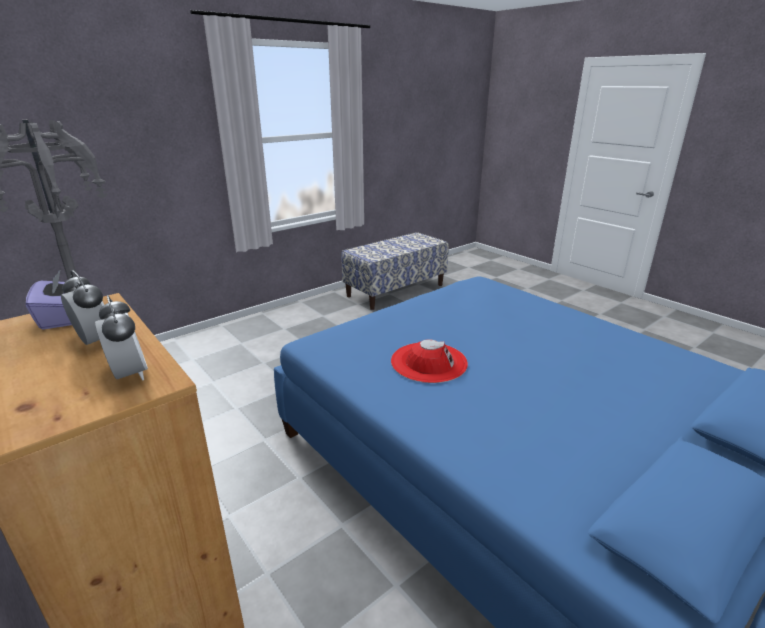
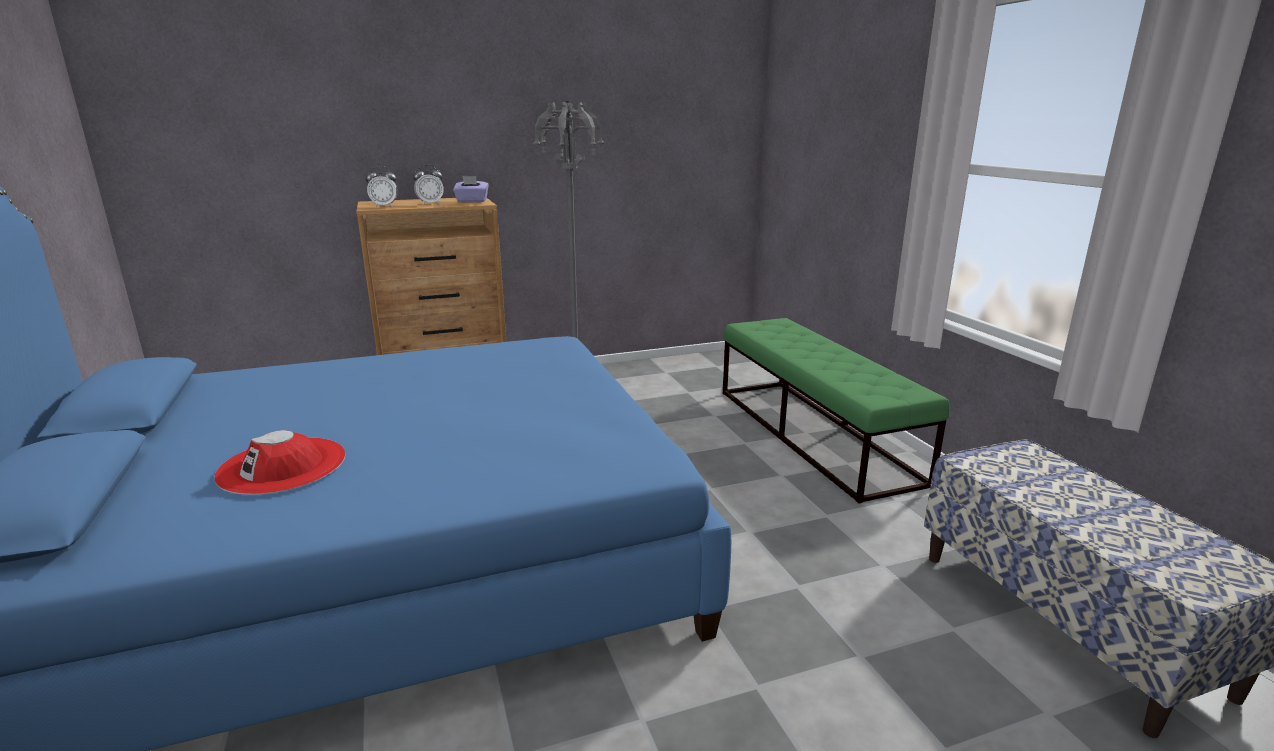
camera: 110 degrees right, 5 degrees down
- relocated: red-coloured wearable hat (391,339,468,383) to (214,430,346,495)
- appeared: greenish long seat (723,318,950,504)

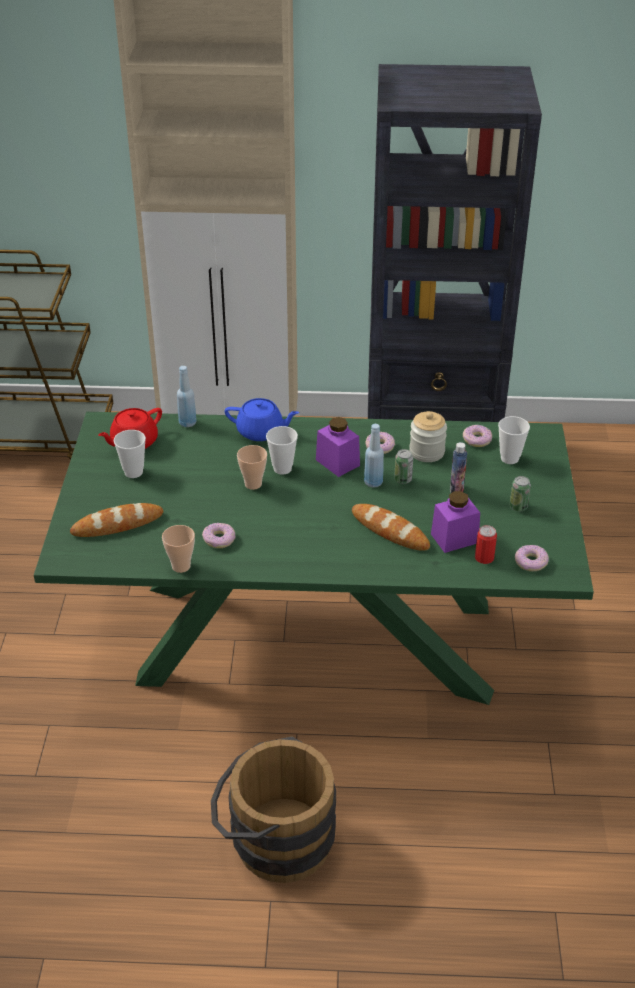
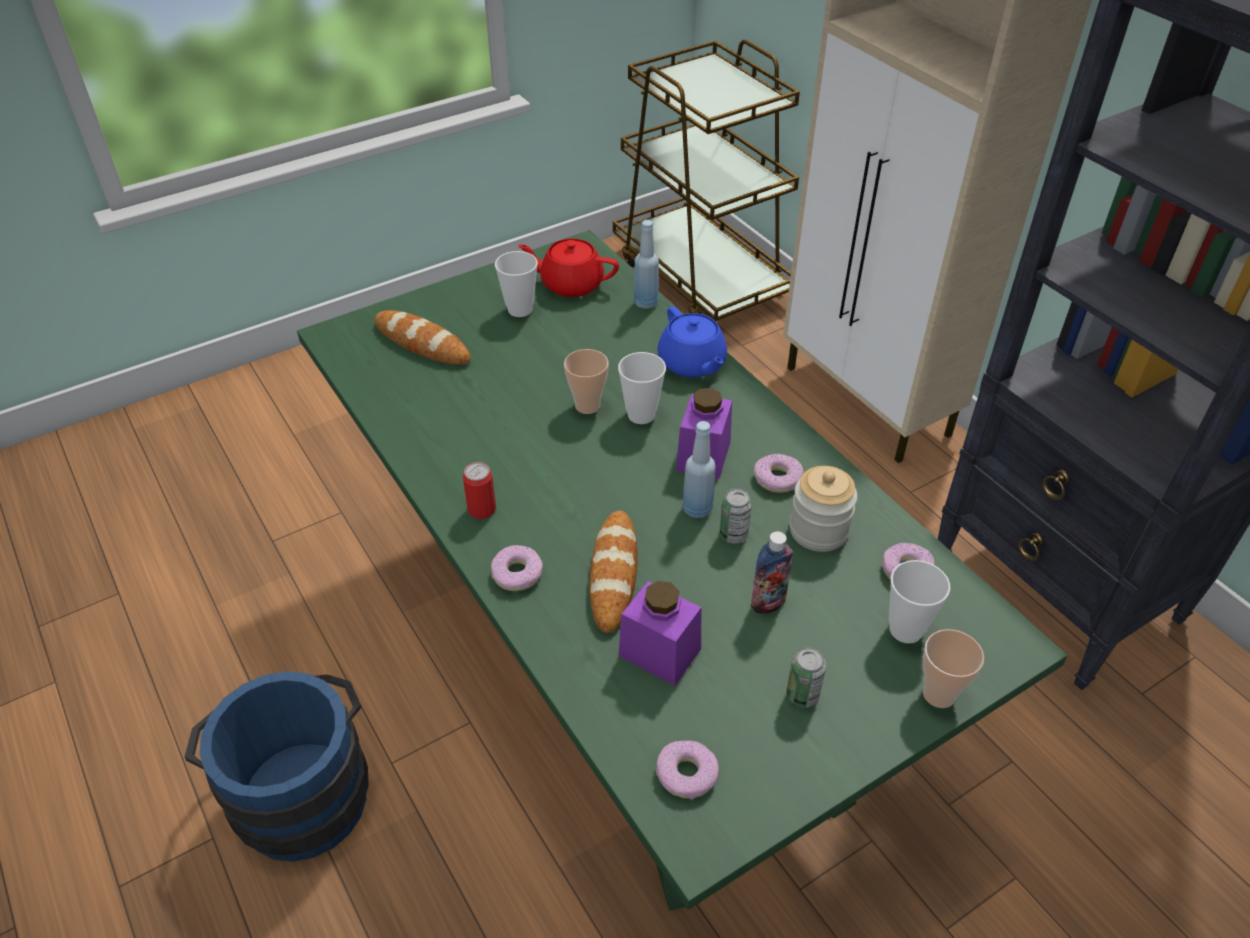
camera: 55 degrees right, 5 degrees up
- relocated: doughnut (202,523,235,548) to (491,545,543,591)
- relocated: cup (162,525,195,573) to (923,629,984,708)
- relocated: can (475,525,497,564) to (463,462,496,519)
- colour: brown bucket (211,736,336,883) to blue-coloured bucket (185,671,369,862)

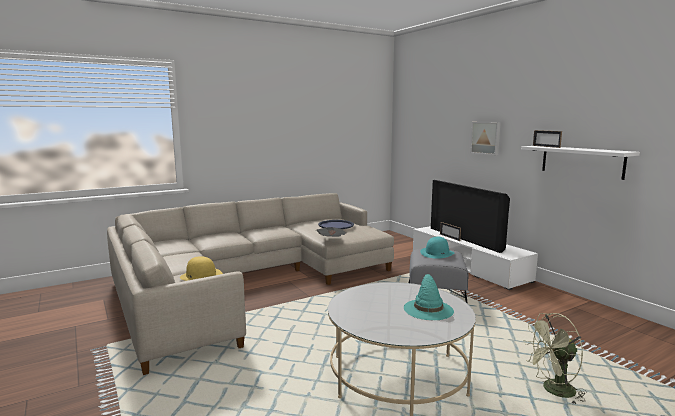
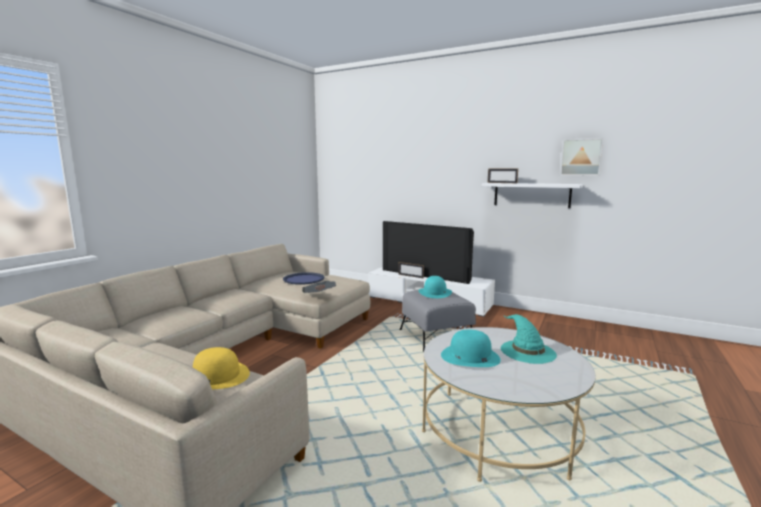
camera: 30 degrees left, 0 degrees up
- relocated: picture (470,122,501,155) to (560,138,604,176)
- missing: greenish cooling fan (524,313,587,404)
- appeared: turquoise-coloured wearable hat (441,329,501,367)

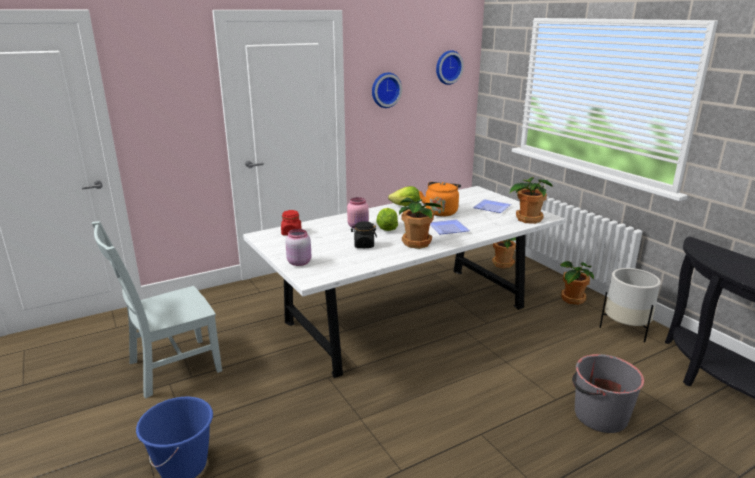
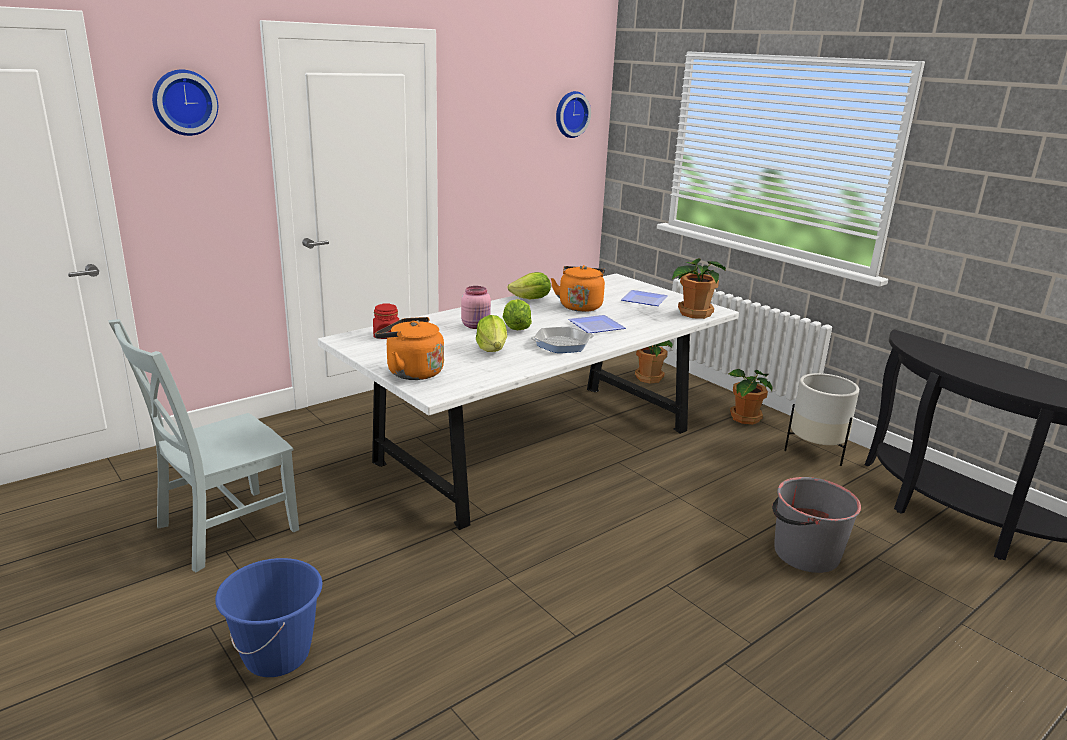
camera: 10 degrees left, 0 degrees up
- relocated: clock on the wall (372,72,402,108) to (152,70,218,136)
- exchanged: potted plant (399,197,443,249) to skillet (531,327,594,353)
- exchanged: black-coloured storage jar (351,221,377,248) to lettuce (476,315,507,352)
- exchanged: pink storage jar (285,229,311,266) to orange water kettle (375,317,444,380)

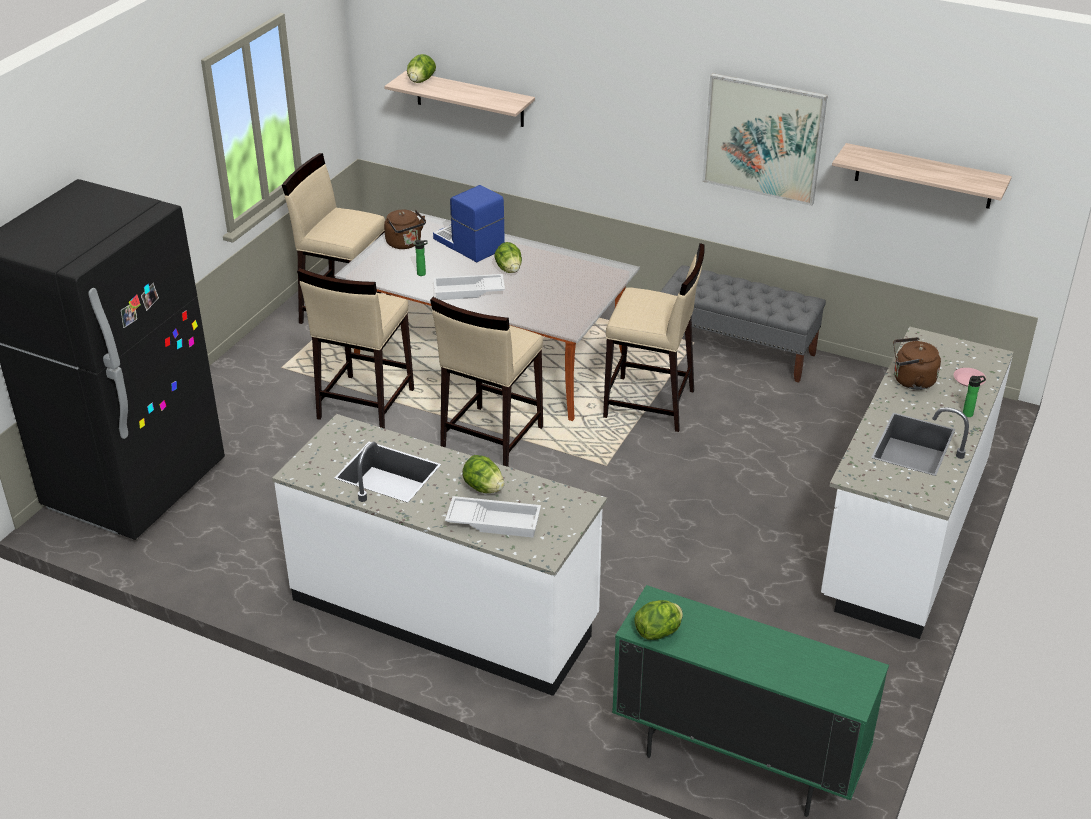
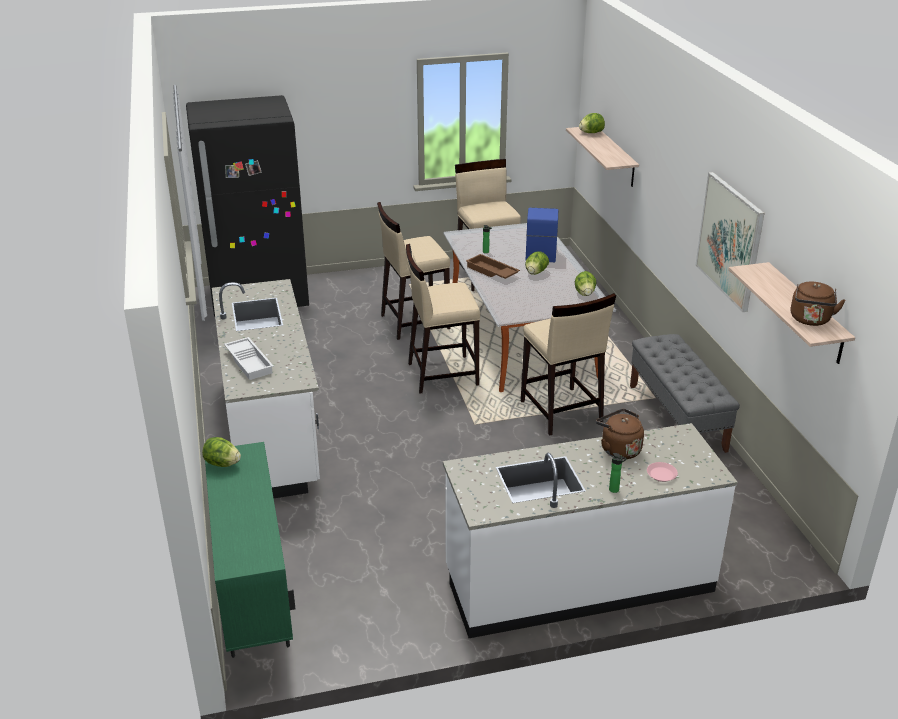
camera: 50 degrees right, 5 degrees down
- relocated: brown water kettle (384,210,426,249) to (791,282,846,326)
- colour: white serving tray (434,274,505,300) to brown serving tray (466,254,520,279)
- relocated: lettuce (462,455,505,493) to (575,271,597,296)

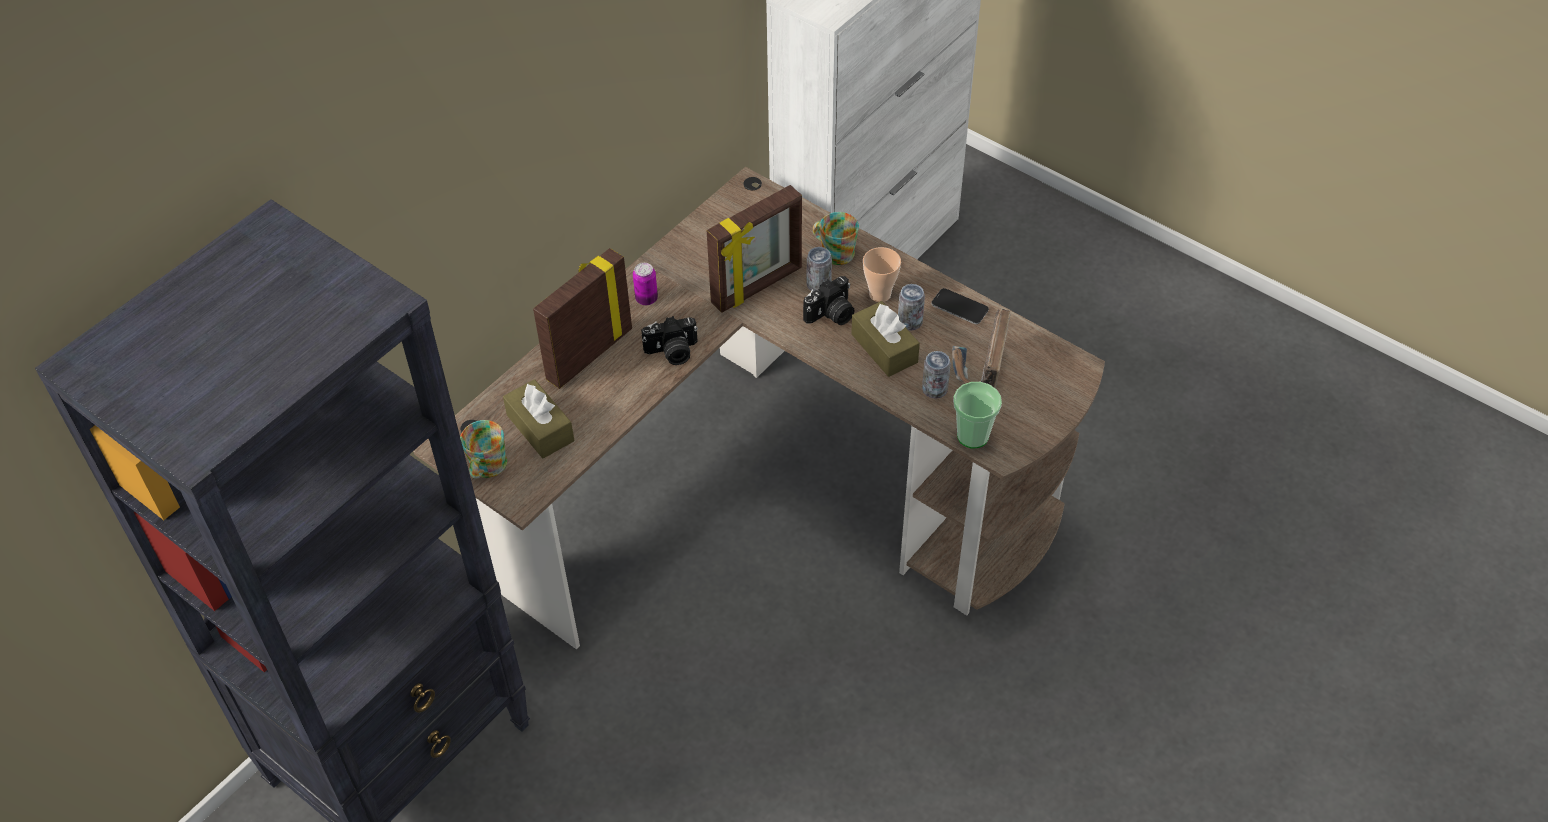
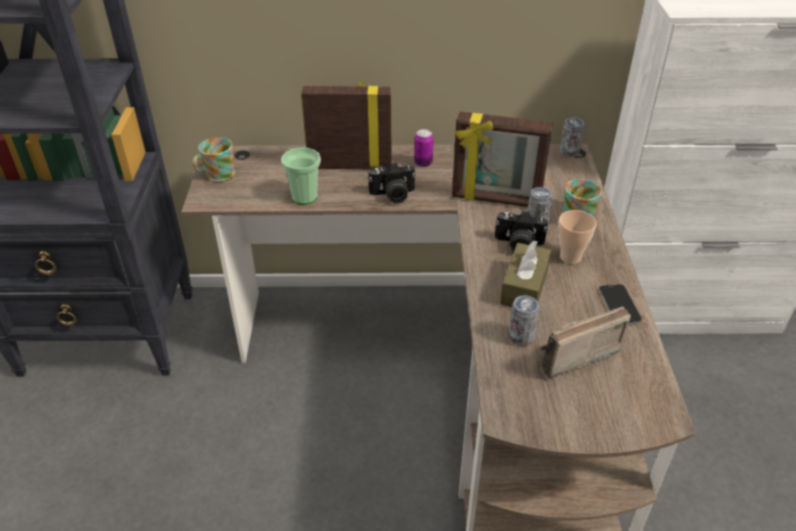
camera: 50 degrees right, 10 degrees down
- relocated: can (898,284,925,330) to (560,117,584,157)
- spun: still camera (641,316,698,365) = (368,162,416,203) 45 degrees counterclockwise
- missing: brown tissue holder (503,379,574,459)
- relocated: cup (953,382,1002,448) to (281,148,321,205)

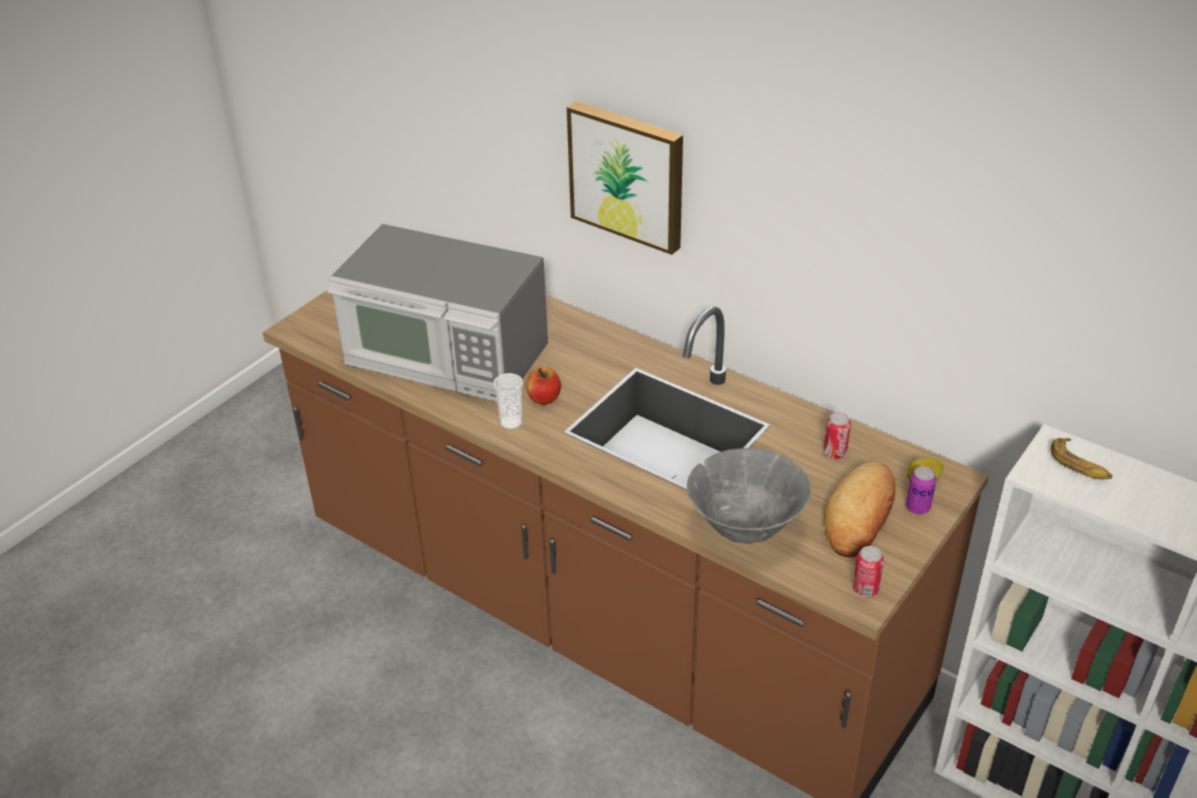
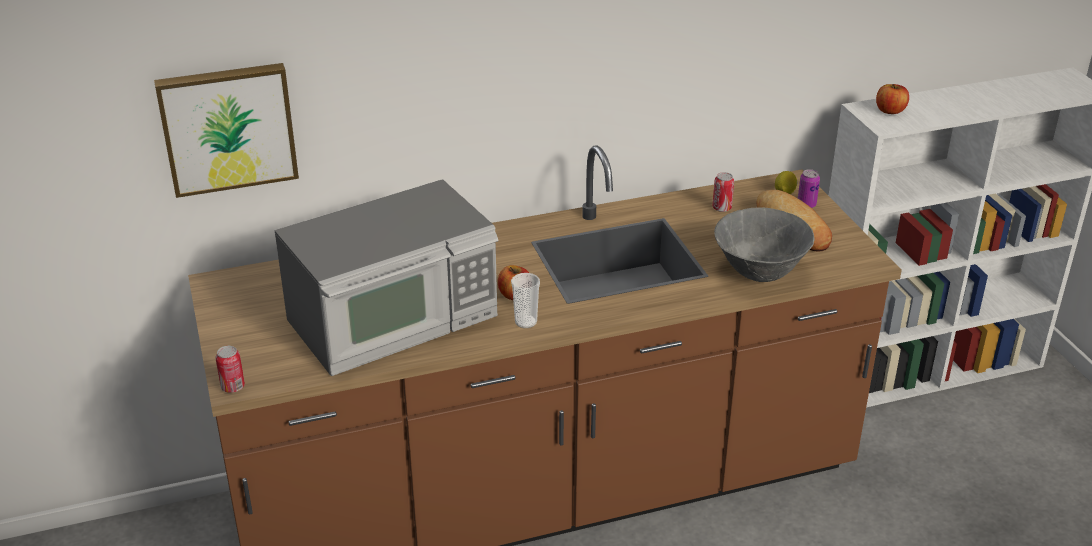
camera: 55 degrees left, 5 degrees down
- relocated: picture (567,101,683,255) to (154,63,299,198)
- exchanged: banana (1051,438,1113,479) to apple fruit (876,84,909,114)
- relocated: can (852,546,884,597) to (215,346,245,393)

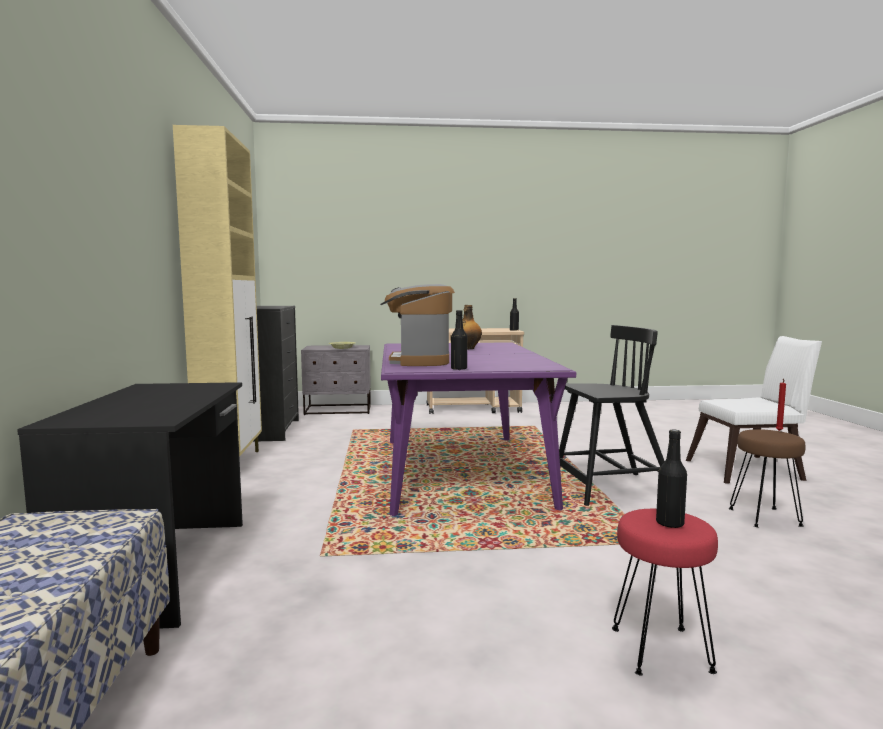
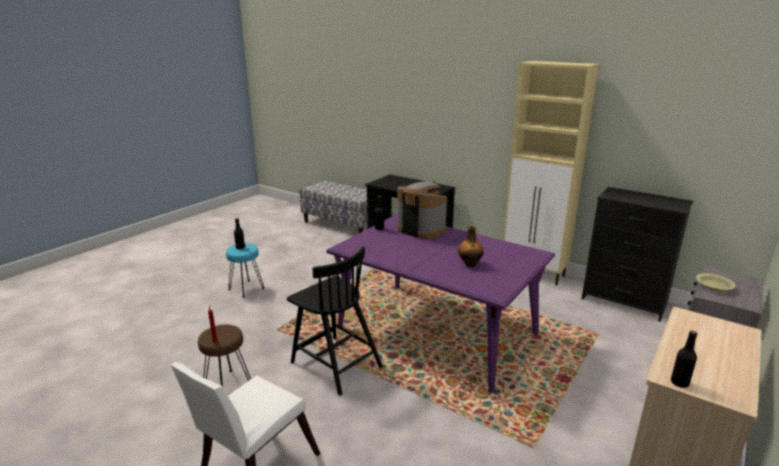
camera: 130 degrees right, 15 degrees up
- spun: black-coloured upright chair (559,325,665,506) = (287,246,383,396) 75 degrees counterclockwise
- colour: red-coloured stool seat (612,509,718,676) to turquoise-coloured stool seat (226,243,264,297)

